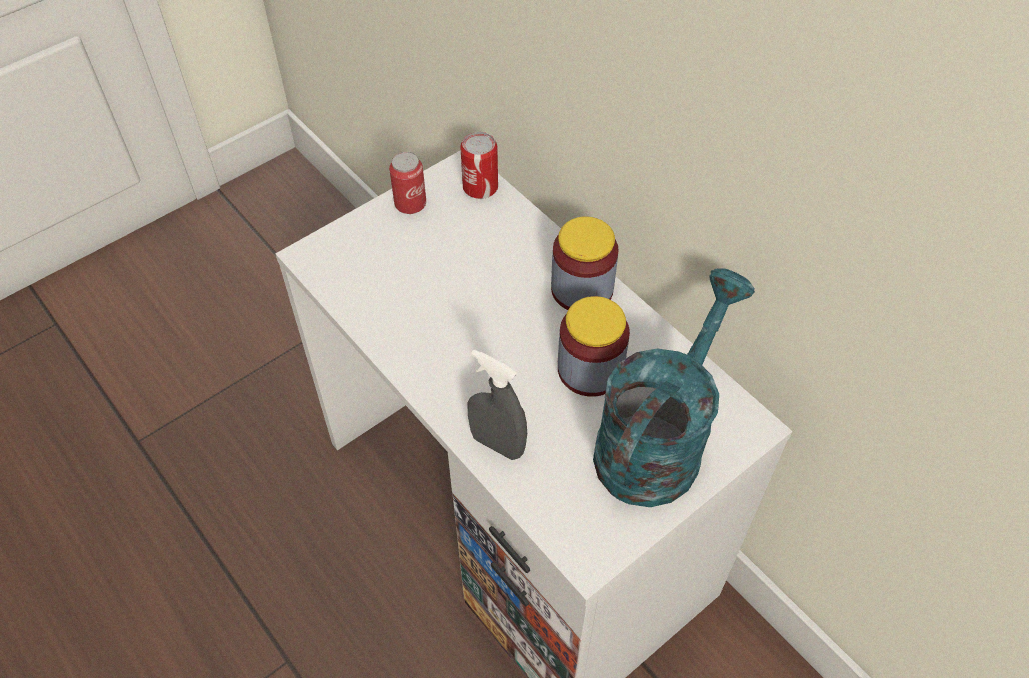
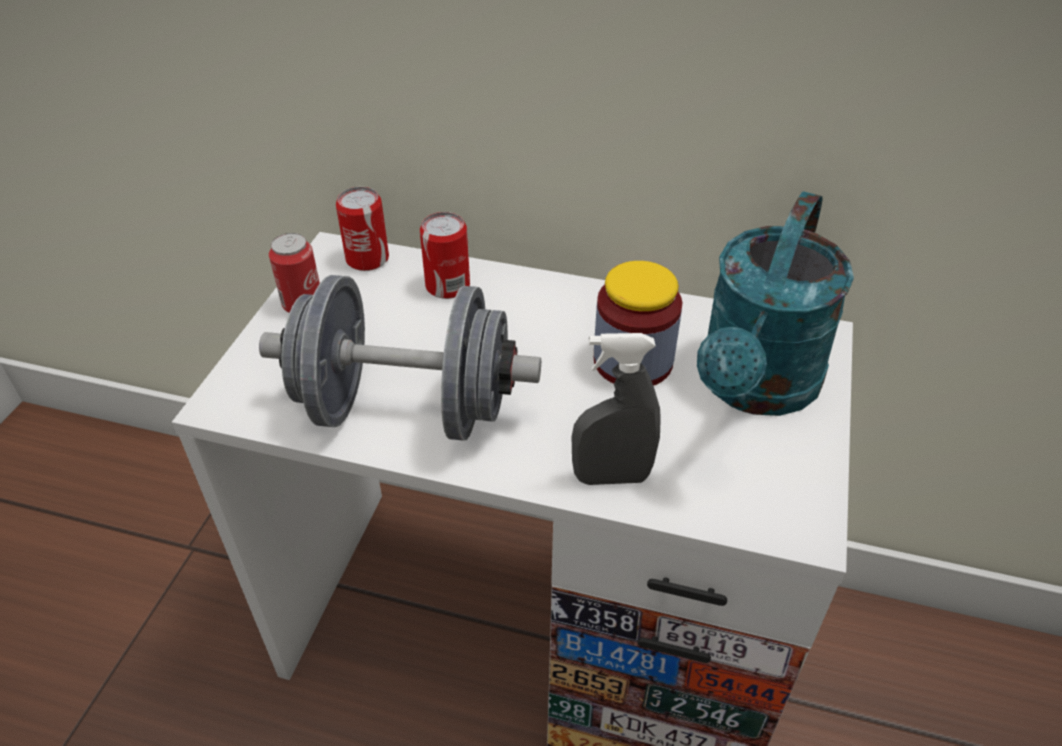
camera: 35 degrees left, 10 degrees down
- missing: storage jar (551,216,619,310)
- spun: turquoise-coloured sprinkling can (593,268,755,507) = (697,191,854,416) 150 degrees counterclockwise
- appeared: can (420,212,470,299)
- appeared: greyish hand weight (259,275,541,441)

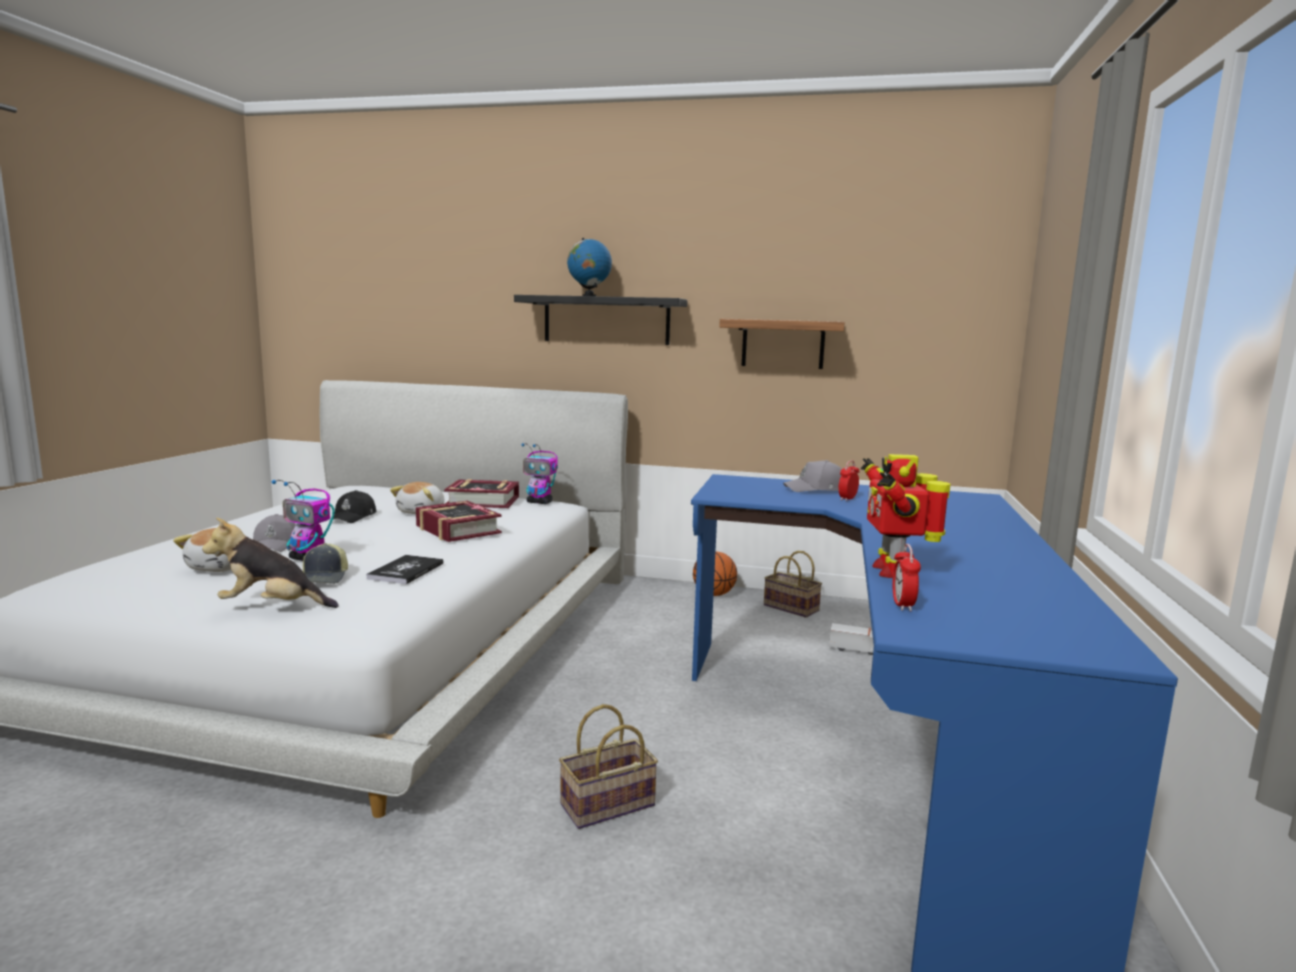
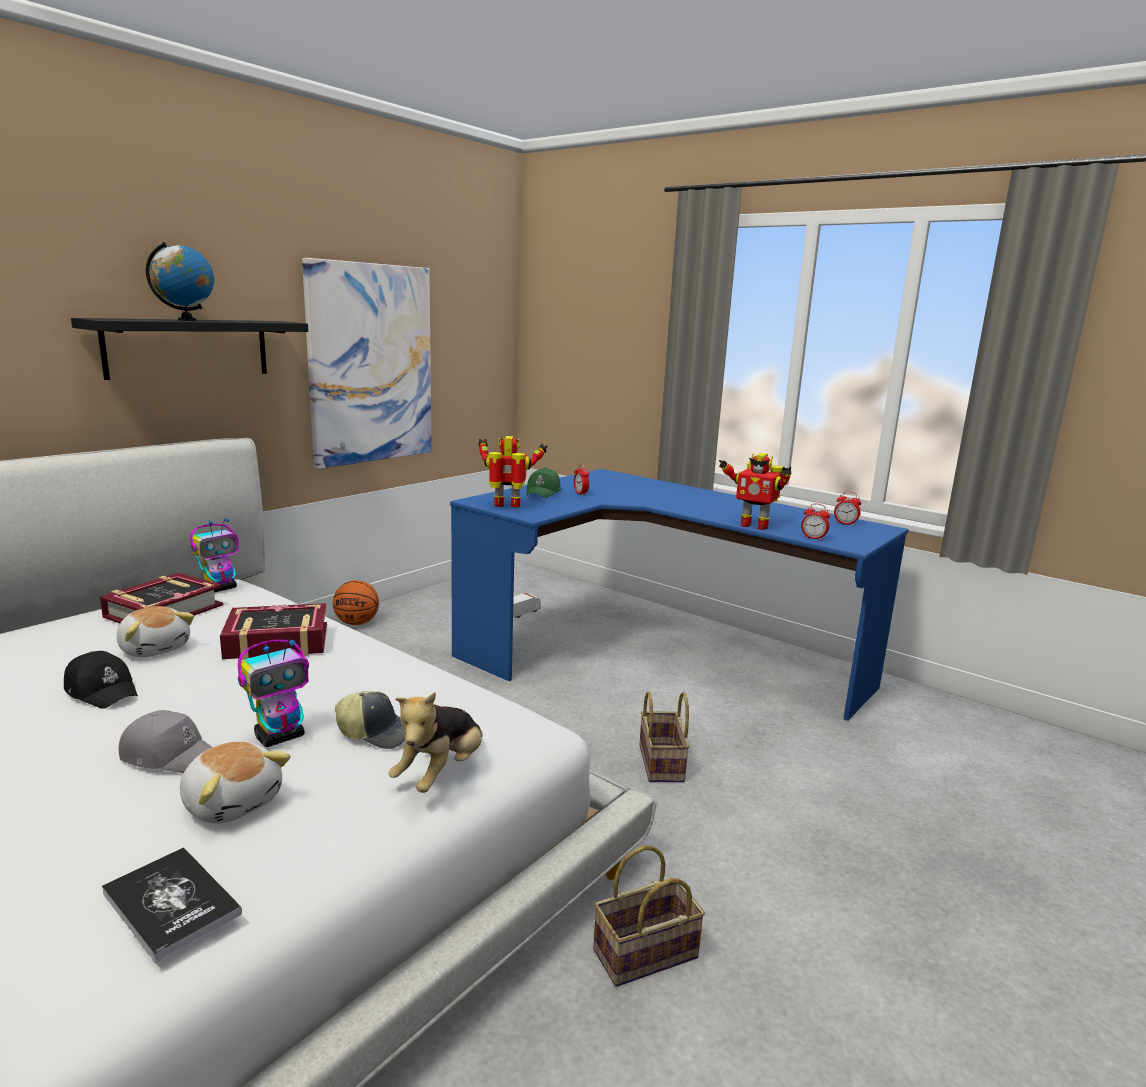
camera: 65 degrees left, 5 degrees up
- exchanged: wall shelf (719,319,845,369) to picture (302,258,432,469)
- colour: greyish baseball cap (783,460,842,492) to greenish baseball cap (527,468,561,498)
- relocated: basket (764,551,822,618) to (593,845,705,987)
- relocated: book (366,555,443,584) to (102,847,242,962)
- appeared: robot figure (478,436,548,507)
- appeared: alarm clock (834,491,861,526)

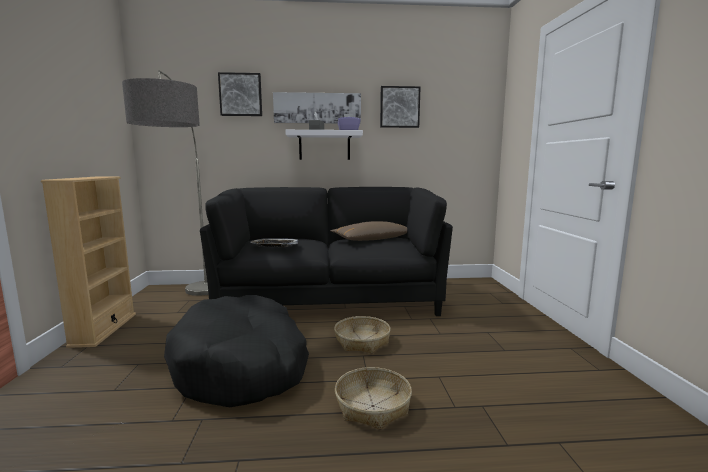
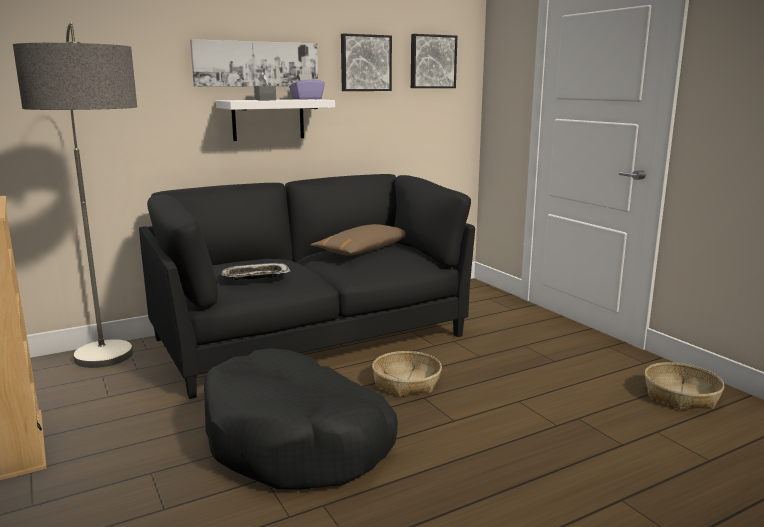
camera: 25 degrees left, 5 degrees up
- relocated: picture (218,72,262,116) to (411,34,457,88)
- relocated: basket (335,367,412,430) to (645,362,725,410)

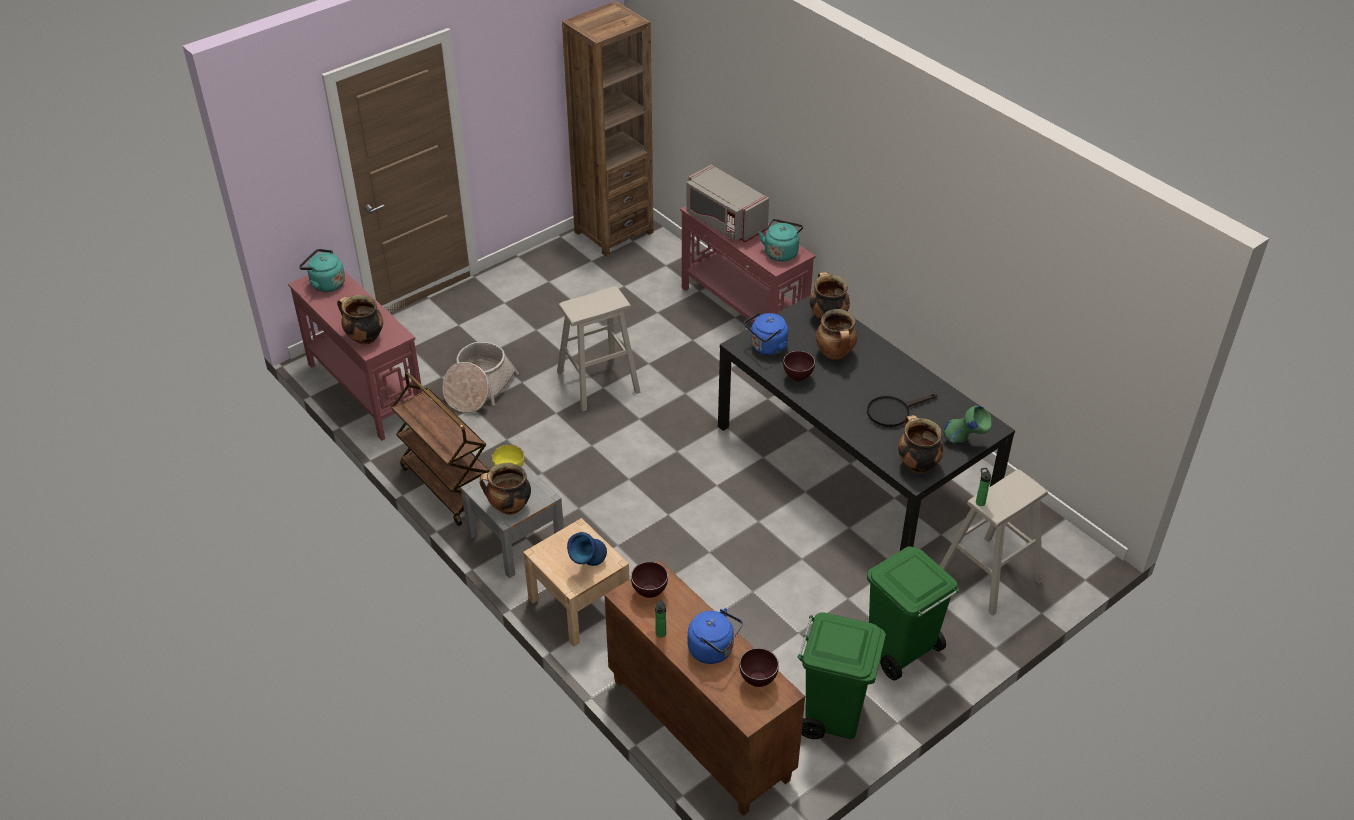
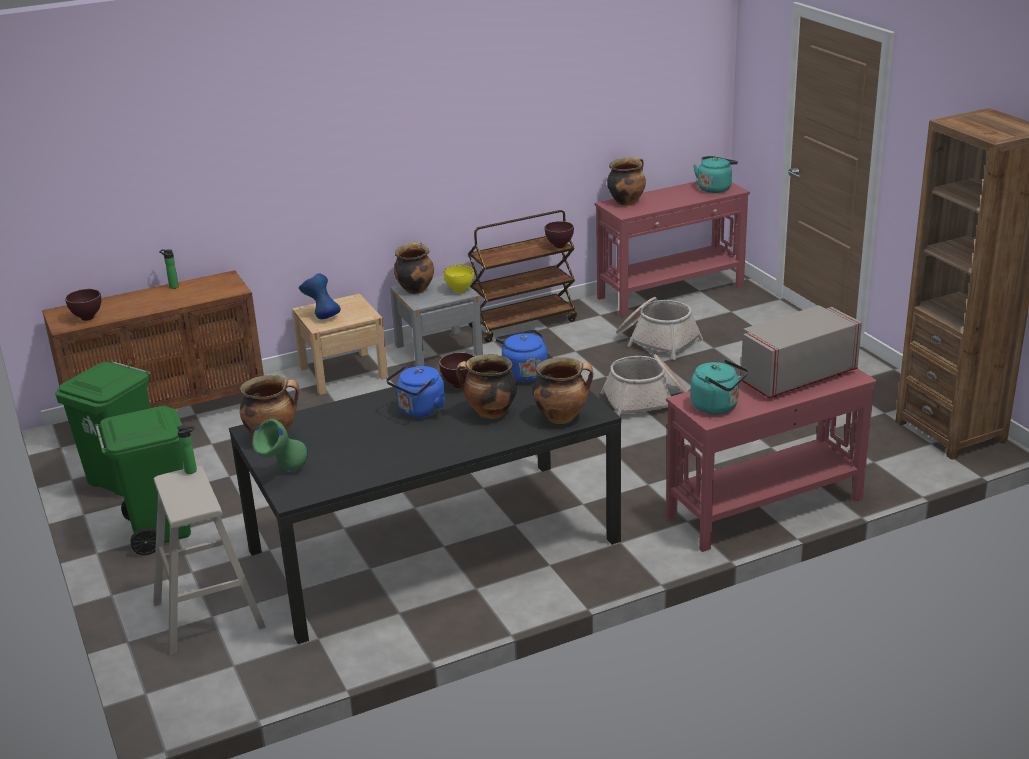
camera: 105 degrees right, 15 degrees down
- exchanged: beige-coloured stool seat (557,286,640,411) to basket (601,354,689,417)
- missing: black-coloured skillet (867,393,937,427)
- relocated: brown serving bowl (631,562,668,598) to (544,221,574,248)
- relocated: blue-coloured water kettle (688,608,743,664) to (386,366,445,418)

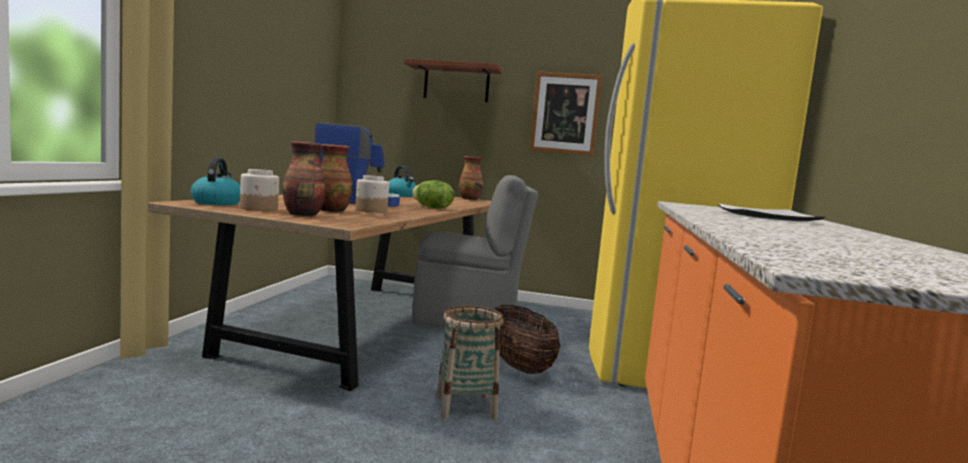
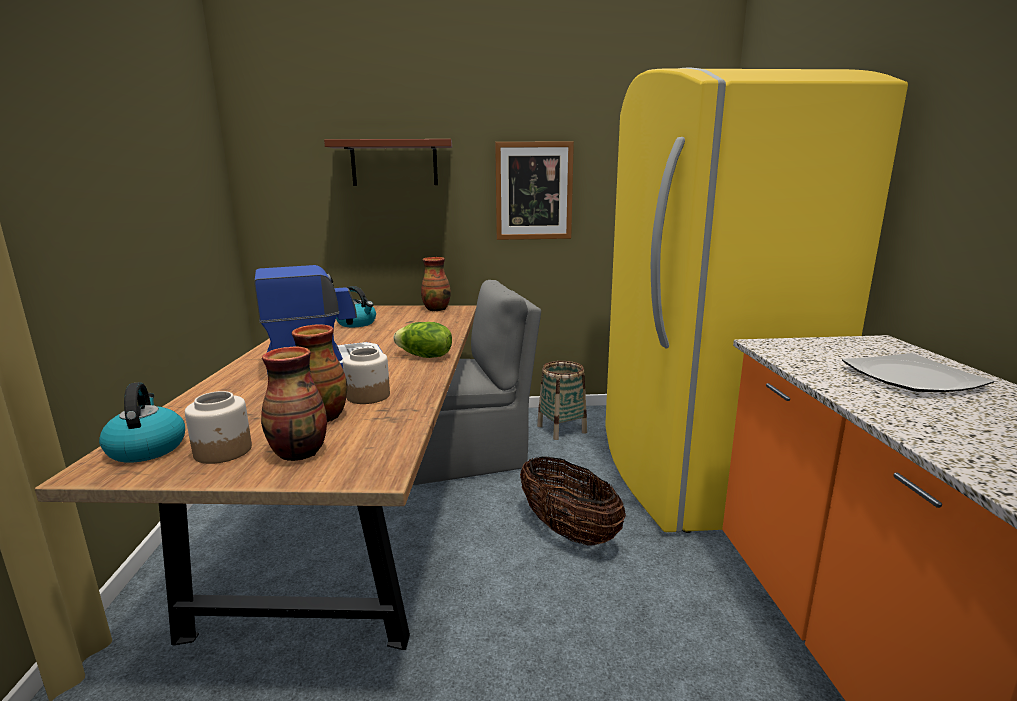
camera: 15 degrees left, 10 degrees up
- relocated: basket (436,305,504,419) to (537,361,587,440)

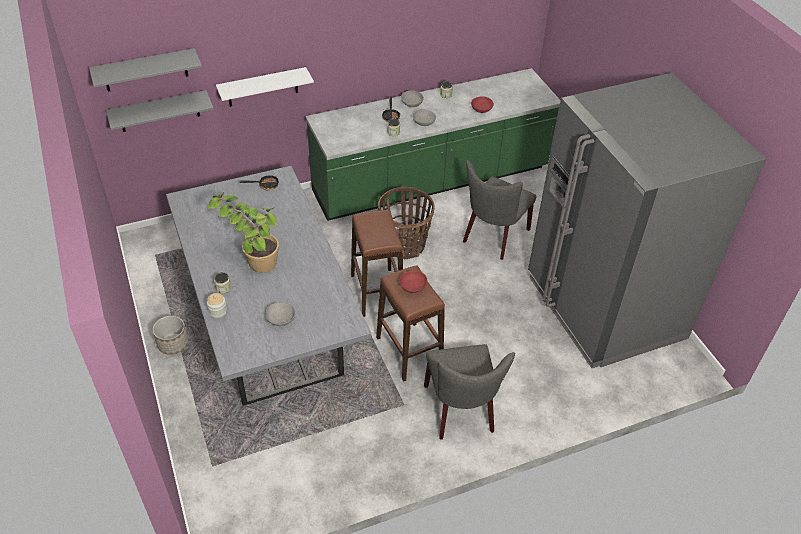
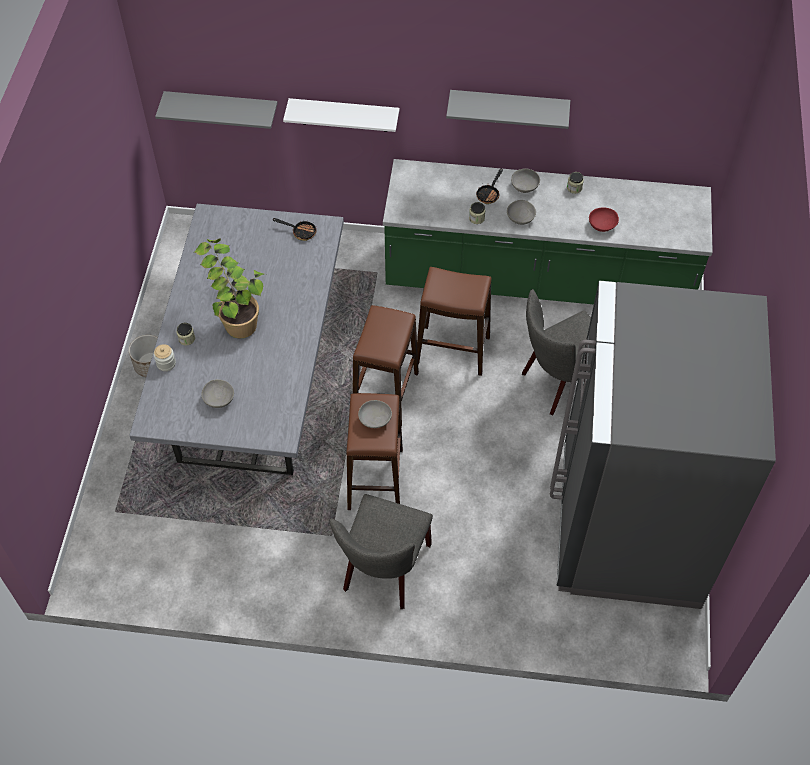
camera: 30 degrees right, 10 degrees up
- relocated: greyish wall shelf (89,48,202,92) to (446,90,570,129)
- exchanged: basket (378,187,435,259) to brown stool seat (417,267,492,376)
- colour: red-coloured serving bowl (399,271,428,293) to greyish serving bowl (358,400,392,428)

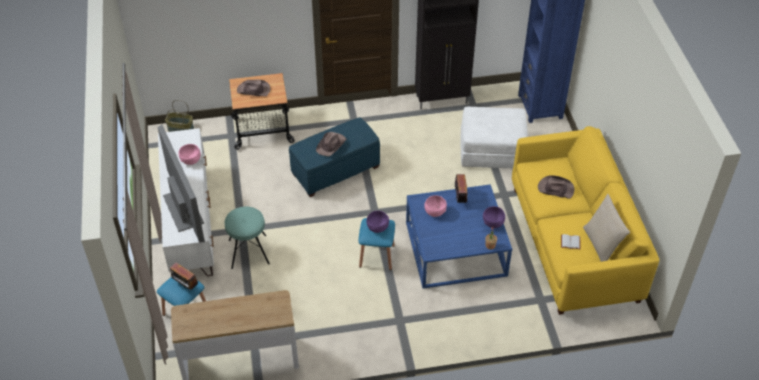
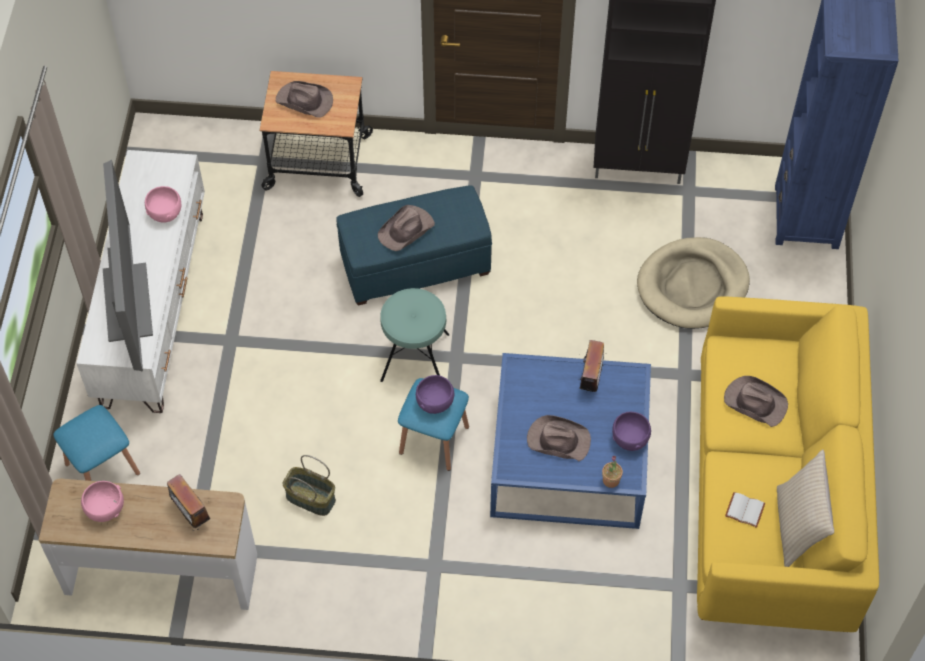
camera: 15 degrees right, 10 degrees up
- relocated: basket (165,100,194,132) to (282,455,336,516)
- exchanged: white footrest (461,107,528,168) to beige-coloured dog bed (637,237,750,329)
- relocated: pink serving bowl (424,195,447,217) to (81,481,124,522)
- relocated: turquoise-coloured stool seat (225,206,270,269) to (380,288,449,382)
- relocated: radio set (170,262,198,291) to (167,474,210,531)
- appeared: brown wearable hat (527,415,591,461)

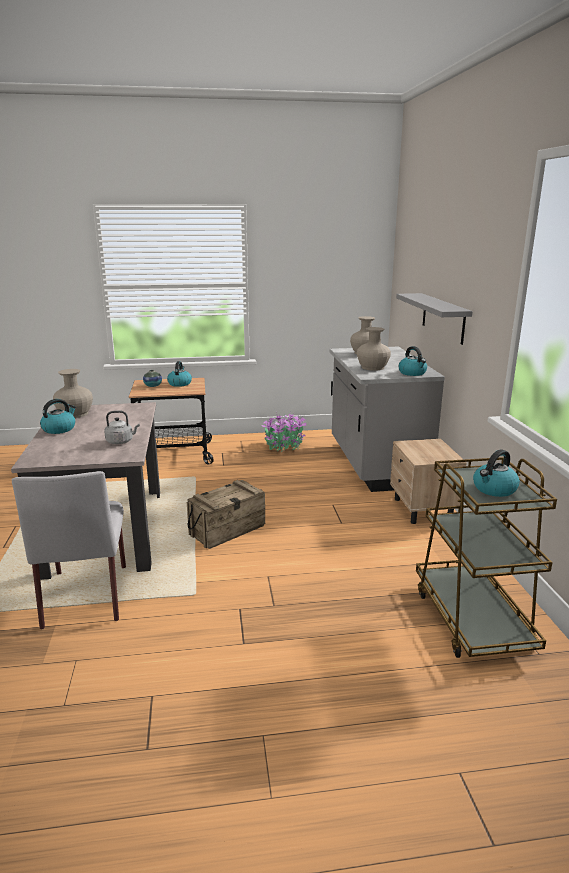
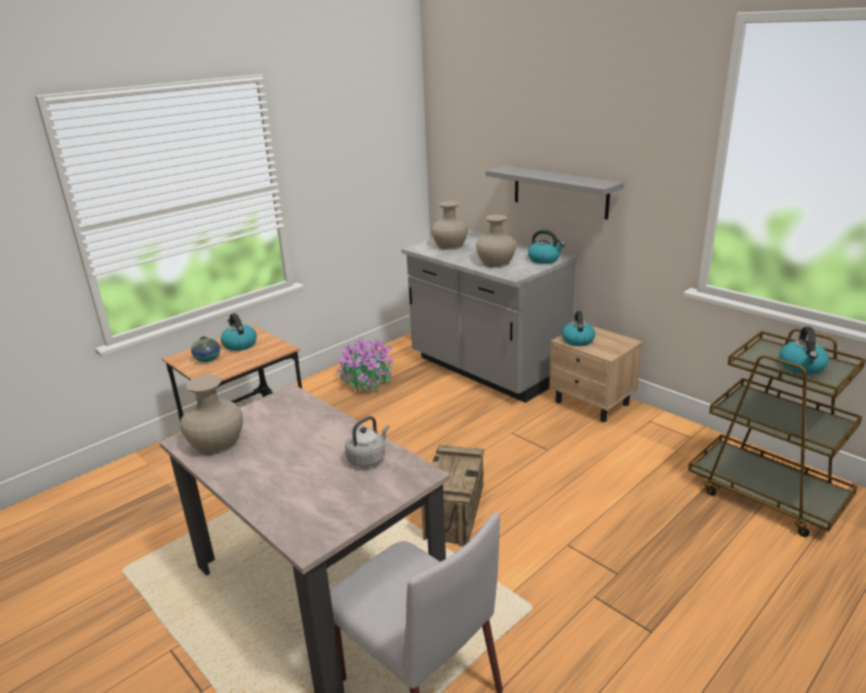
camera: 35 degrees left, 5 degrees up
- relocated: water kettle (40,399,76,434) to (562,311,595,346)

